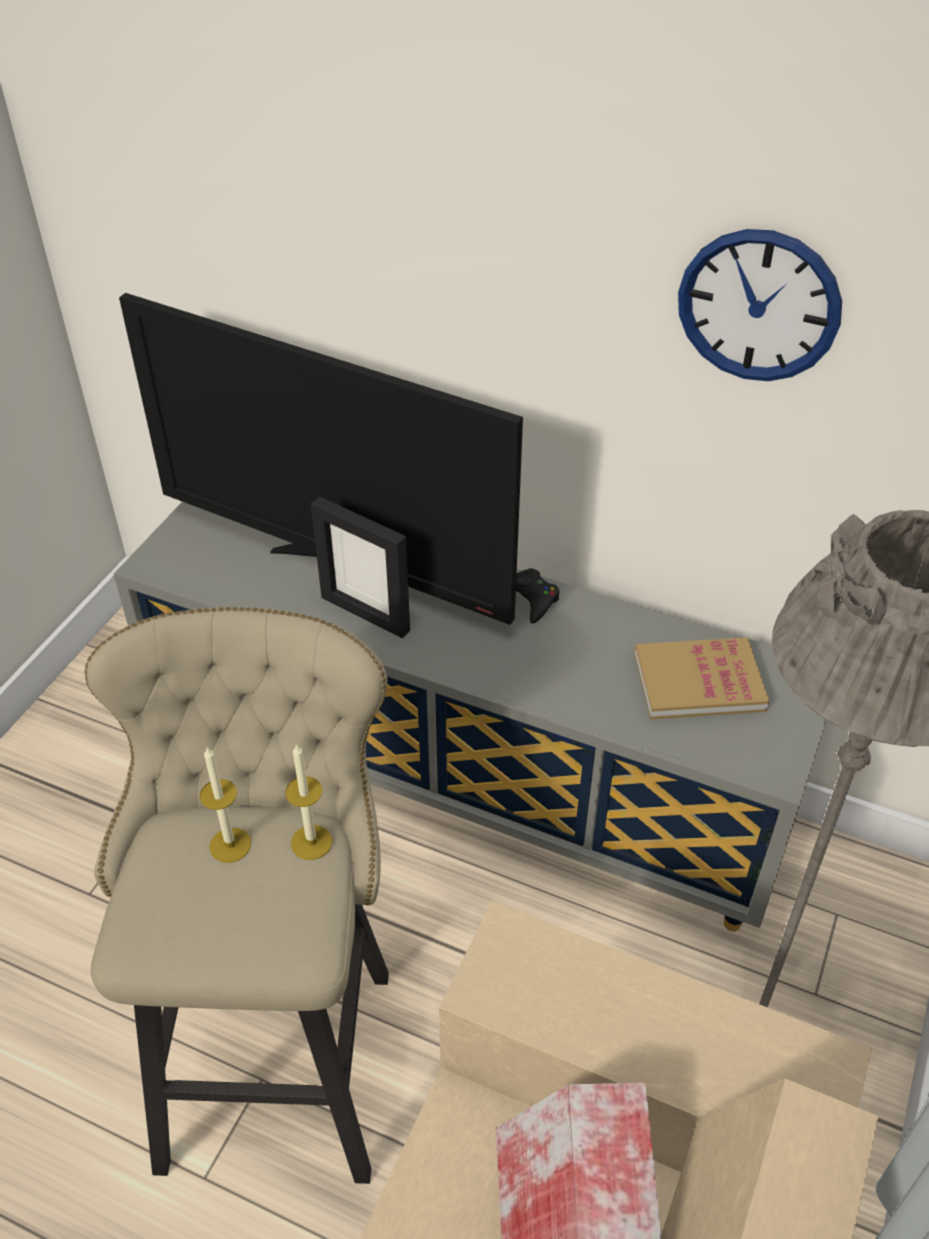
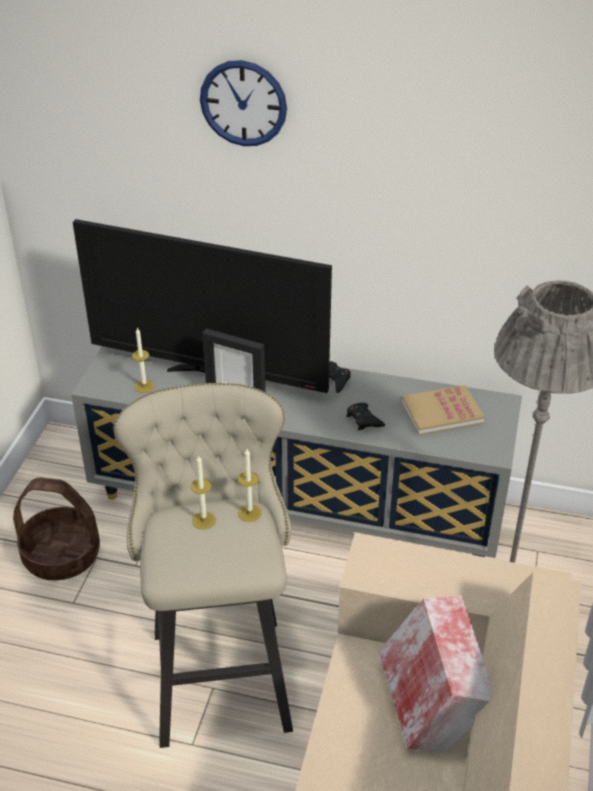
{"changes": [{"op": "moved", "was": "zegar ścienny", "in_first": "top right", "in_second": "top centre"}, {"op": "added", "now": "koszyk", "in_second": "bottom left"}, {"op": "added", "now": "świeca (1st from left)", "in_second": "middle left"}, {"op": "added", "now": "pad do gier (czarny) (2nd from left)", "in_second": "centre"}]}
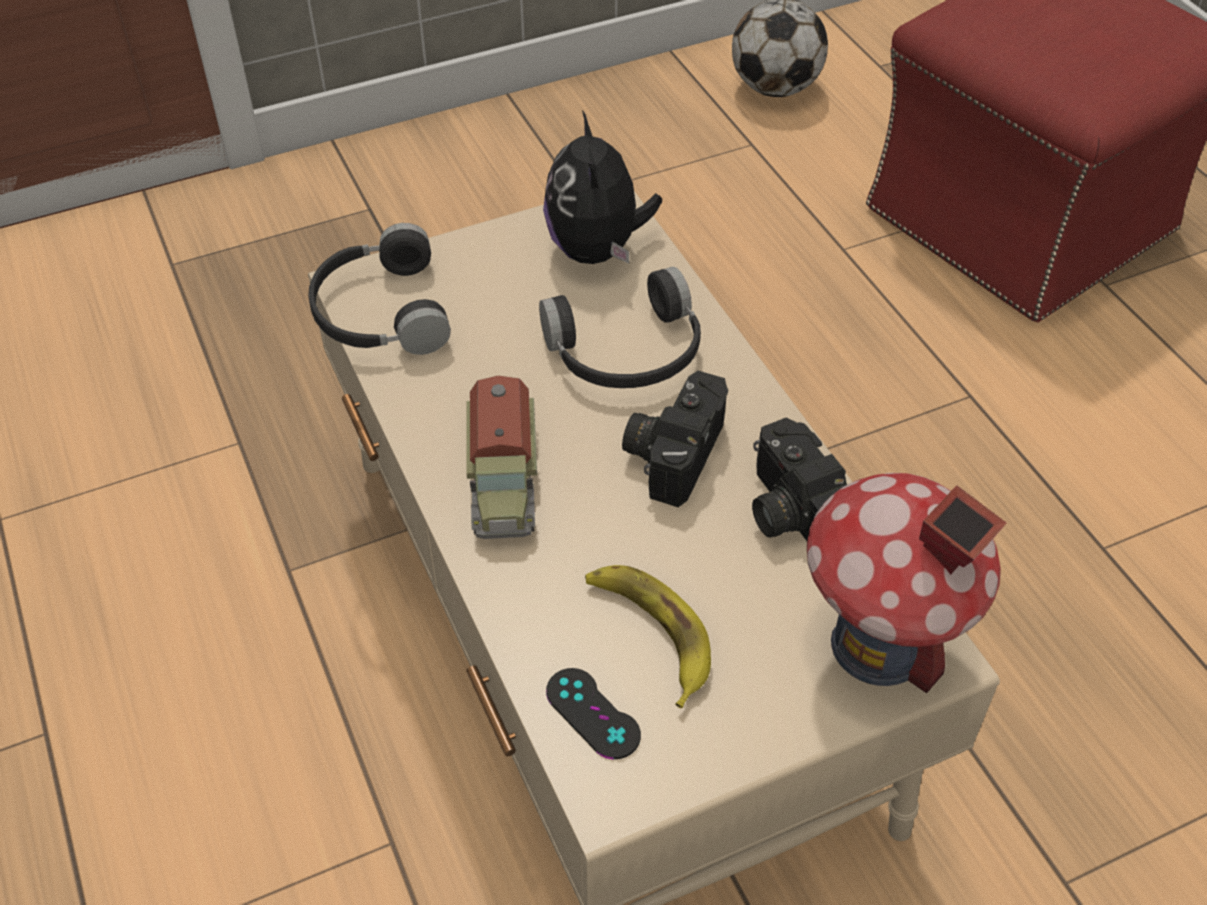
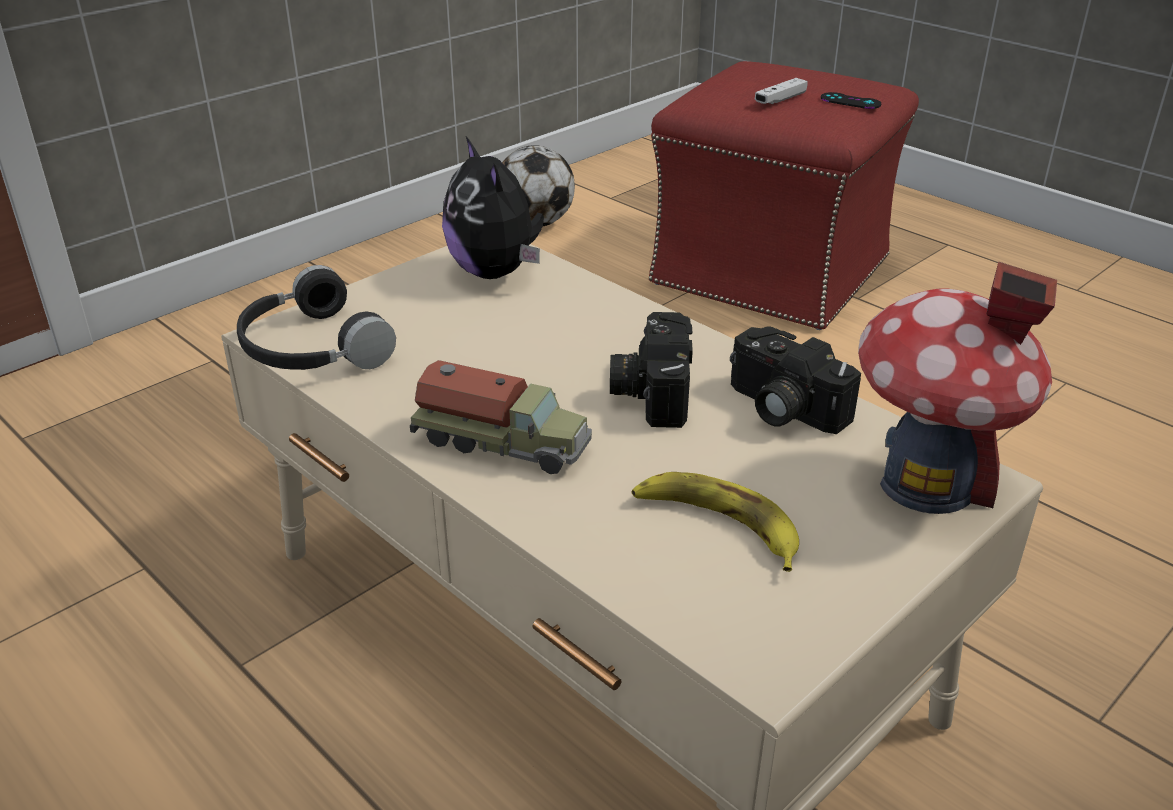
{"changes": [{"op": "turned", "was": "ciężarówka zabawkowa", "in_first": "centre", "in_second": "centre", "clockwise": -45}, {"op": "removed", "was": "słuchawki (czarny) (2nd from left)", "in_first": "centre"}, {"op": "moved", "was": "pad do gier (czarny)", "in_first": "bottom centre", "in_second": "top right"}, {"op": "added", "now": "pad do gier (biały)", "in_second": "top centre"}]}
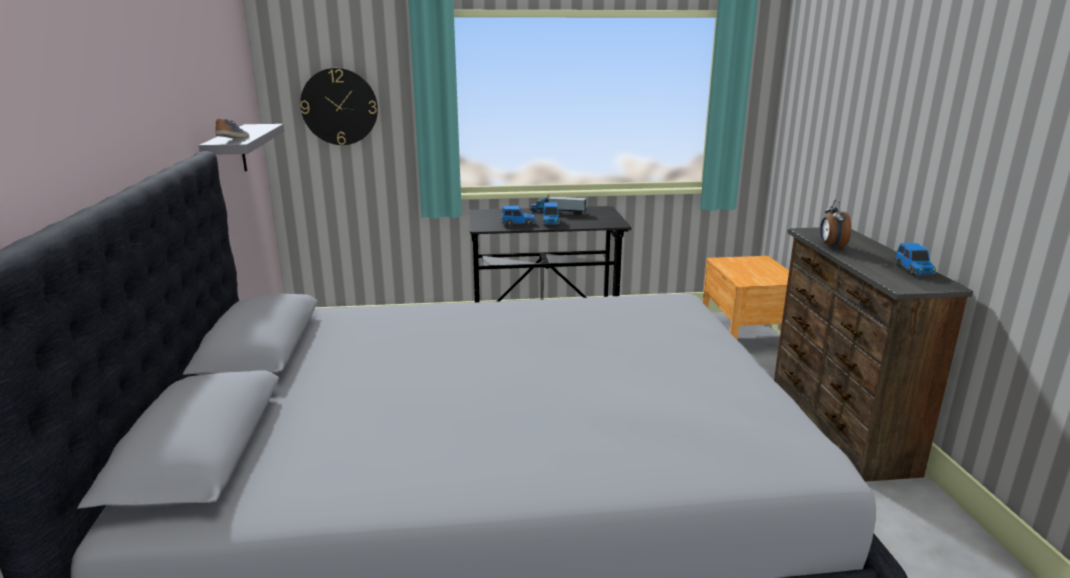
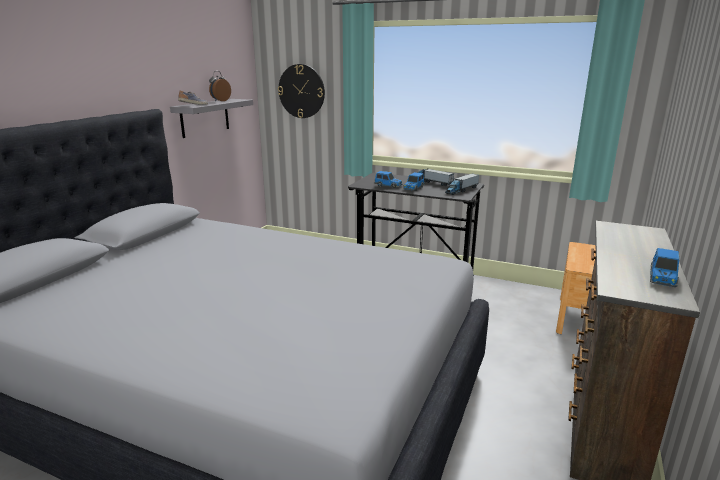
{"changes": [{"op": "moved", "was": "budzik", "in_first": "middle right", "in_second": "top left"}, {"op": "added", "now": "ciężarówka zabawkowa (2nd from left)", "in_second": "centre"}]}
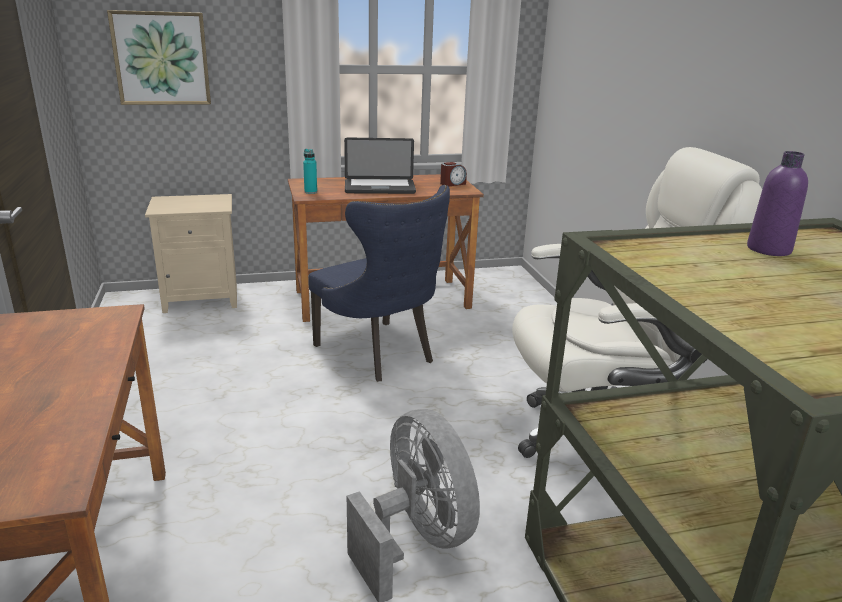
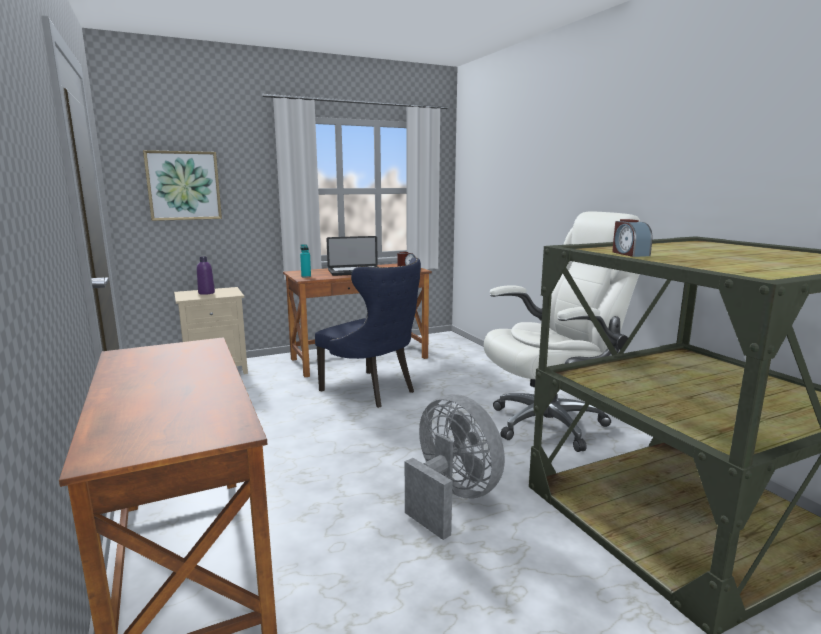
{"changes": [{"op": "moved", "was": "butelka (fioletowy)", "in_first": "middle right", "in_second": "middle left"}, {"op": "added", "now": "budzik (2nd from left)", "in_second": "middle right"}]}
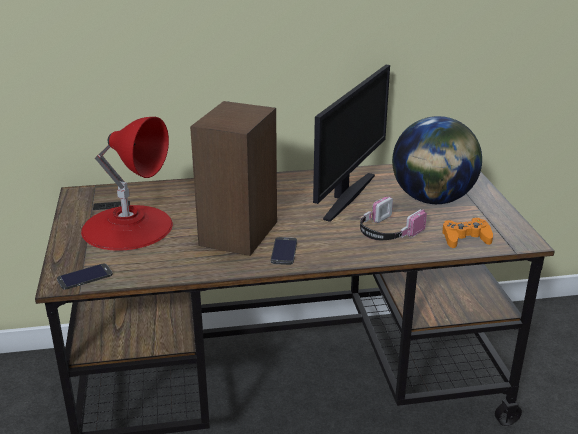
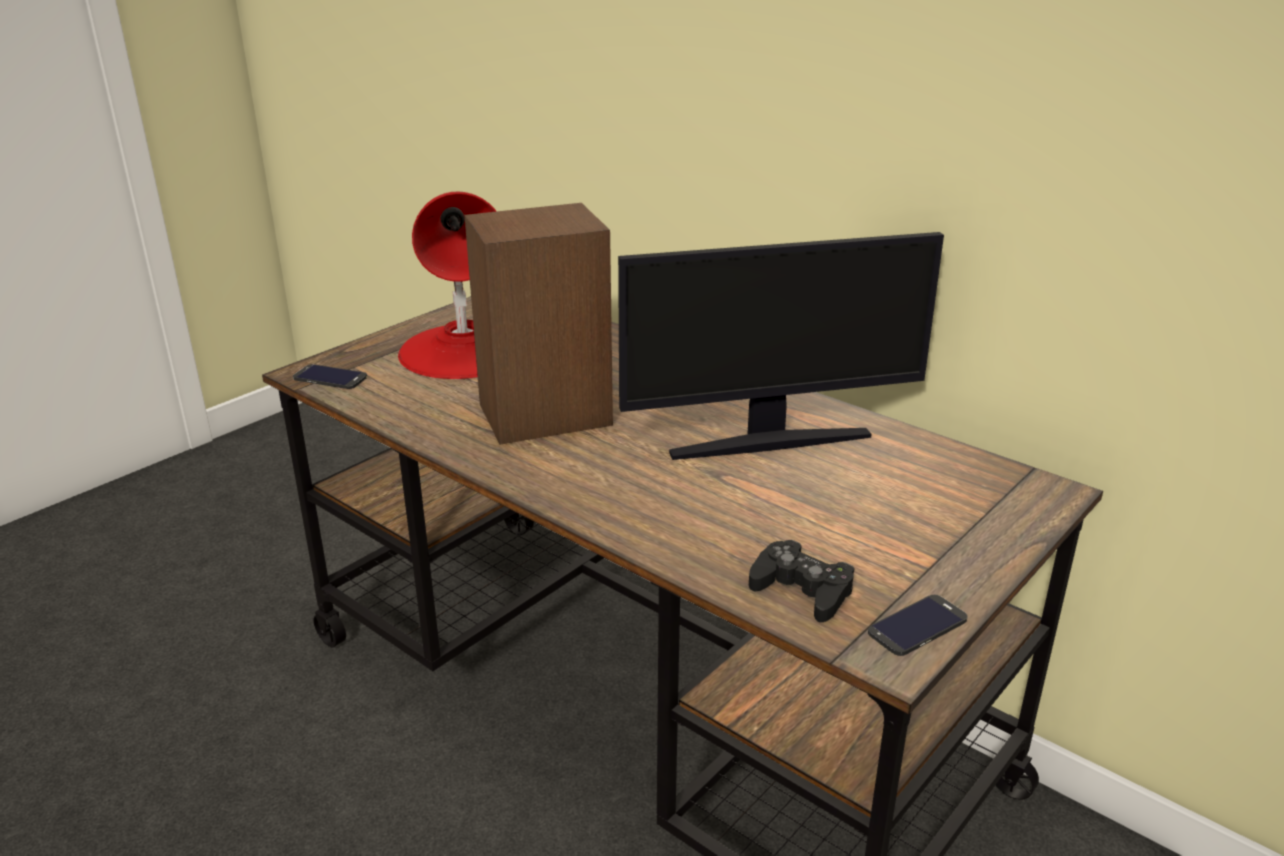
{"changes": [{"op": "moved", "was": "telefon (2nd from left)", "in_first": "centre", "in_second": "bottom right"}, {"op": "removed", "was": "słuchawki", "in_first": "middle right"}, {"op": "removed", "was": "globus", "in_first": "middle right"}, {"op": "recoloured", "was": "pad do gier (pomarańczowy)", "now": "pad do gier (czarny)", "in_first": "middle right", "in_second": "bottom centre"}]}
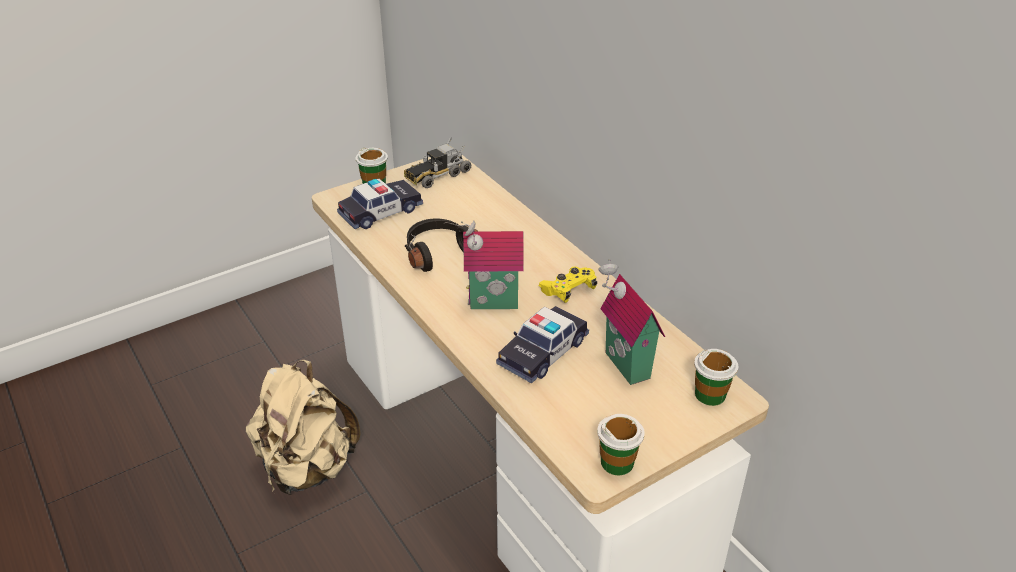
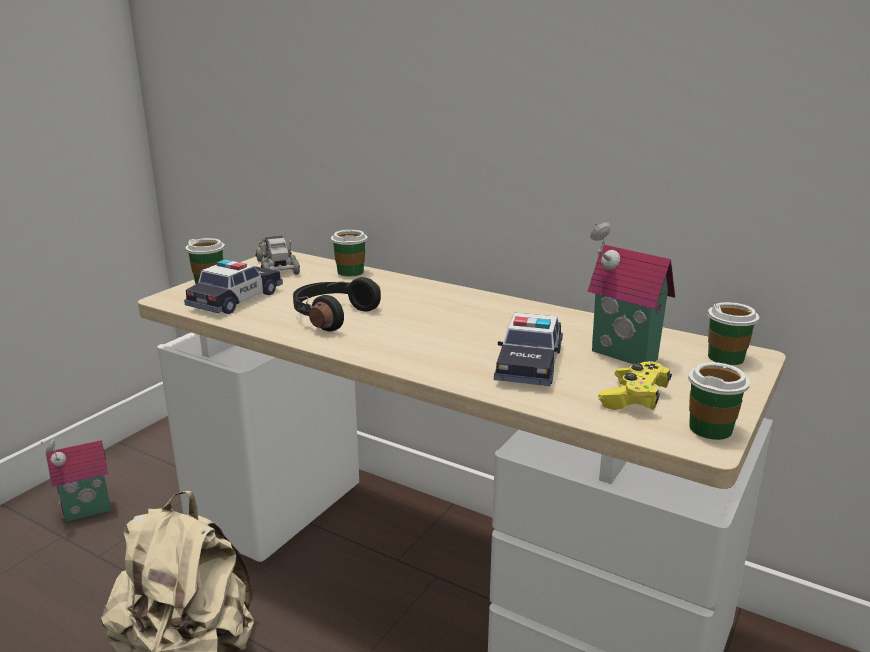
{"changes": [{"op": "turned", "was": "ciężarówka zabawkowa", "in_first": "top centre", "in_second": "middle left", "clockwise": 135}, {"op": "moved", "was": "domek (1st from left)", "in_first": "centre", "in_second": "bottom left"}, {"op": "moved", "was": "pad do gier (żółty)", "in_first": "centre", "in_second": "middle right"}, {"op": "added", "now": "filiżanka (2nd from left)", "in_second": "centre"}]}
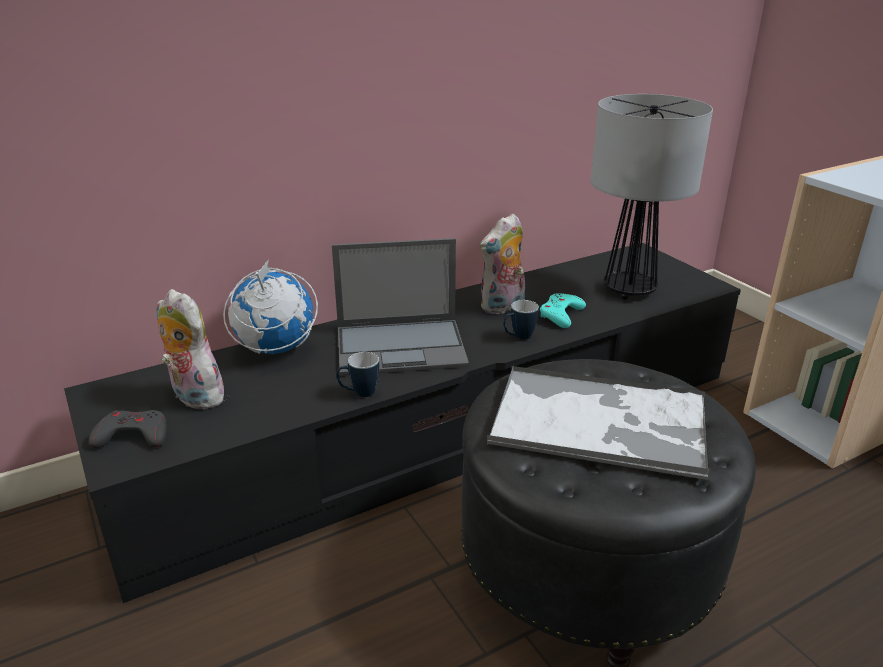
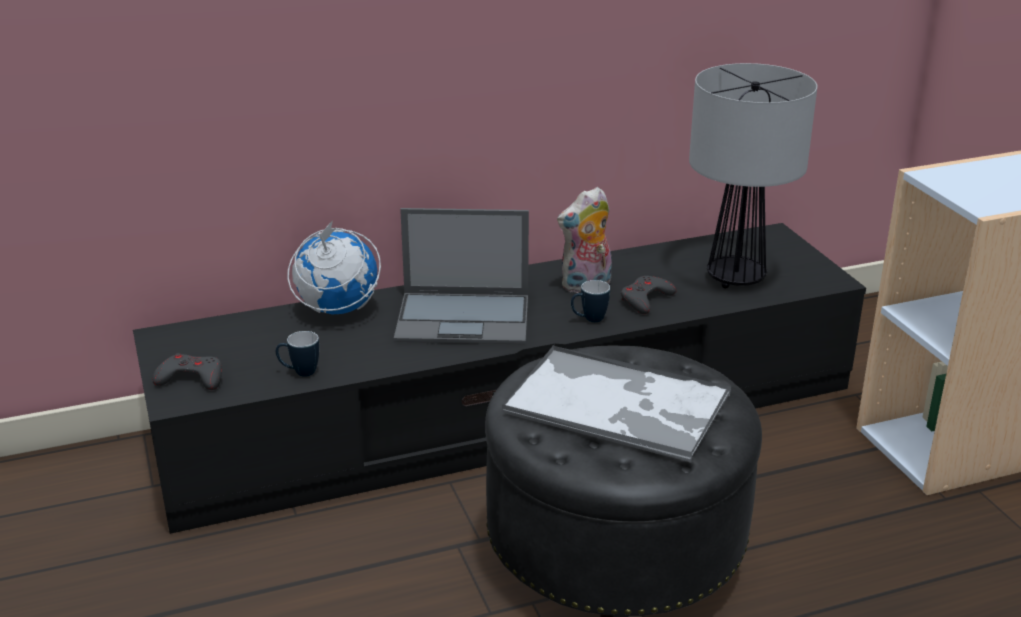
{"changes": [{"op": "removed", "was": "pluszak (1st from left)", "in_first": "middle left"}, {"op": "moved", "was": "kubek (1st from left)", "in_first": "centre", "in_second": "middle left"}, {"op": "recoloured", "was": "pad do gier (turkusowy)", "now": "pad do gier (szary) (2nd from left)", "in_first": "centre", "in_second": "centre"}]}
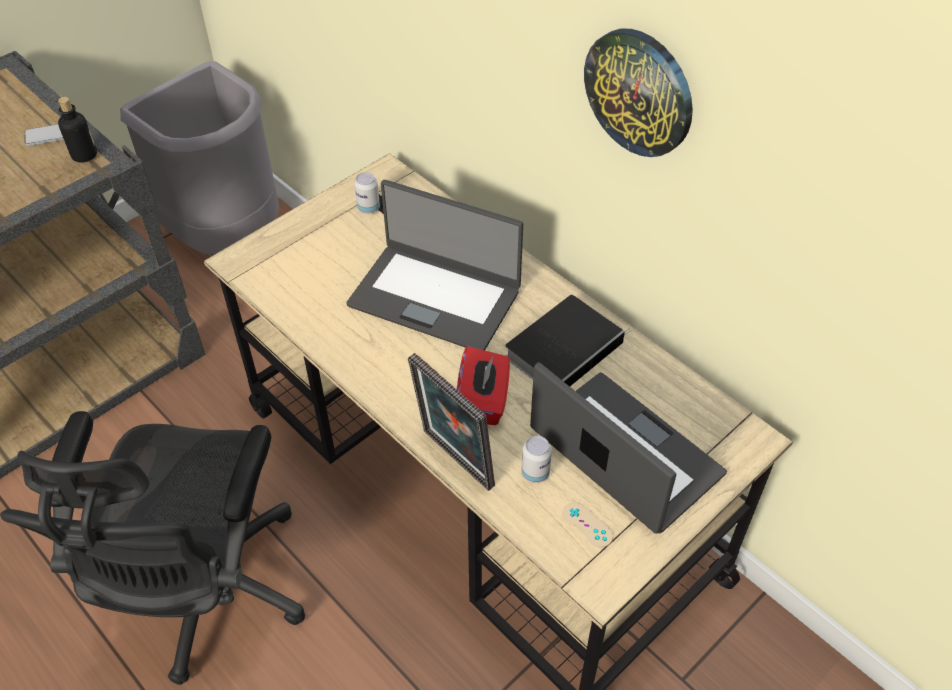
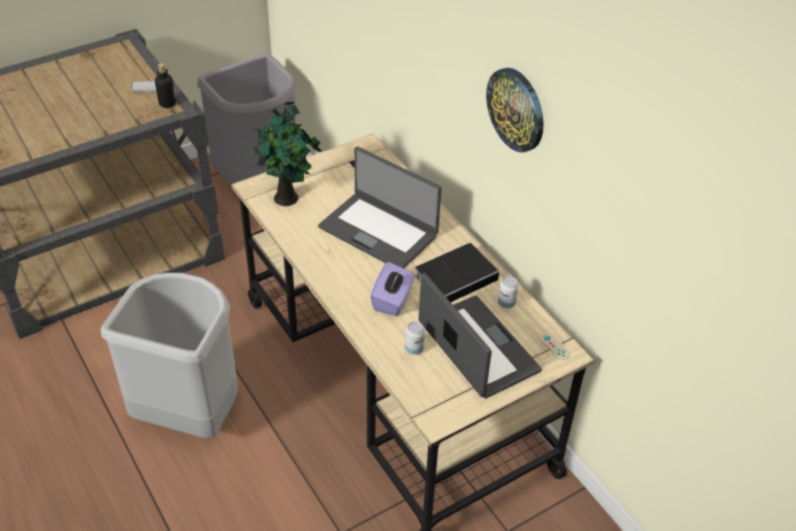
{"changes": [{"op": "replaced", "was": "krzesło biurowe", "now": "kosz na śmieci (szary) (1st from left)", "in_first": "bottom left", "in_second": "bottom left"}, {"op": "moved", "was": "puszka (1st from left in the first image)", "now": "puszka (2nd from left)", "in_first": "top centre", "in_second": "centre"}, {"op": "removed", "was": "ramka na zdjęcie", "in_first": "centre"}, {"op": "recoloured", "was": "pudełko chusteczek (czerwony)", "now": "pudełko chusteczek (fioletowy)", "in_first": "centre", "in_second": "centre"}, {"op": "moved", "was": "pad do gier (beżowy)", "in_first": "bottom centre", "in_second": "middle right"}, {"op": "added", "now": "roślina doniczkowa", "in_second": "top centre"}]}
